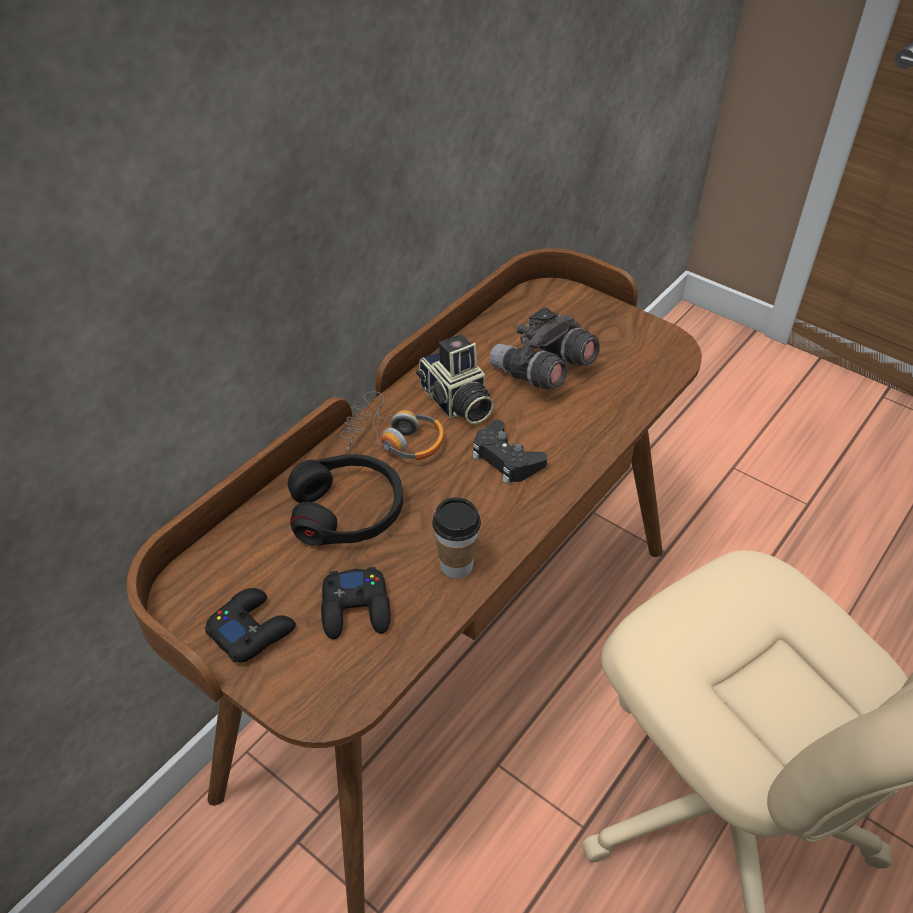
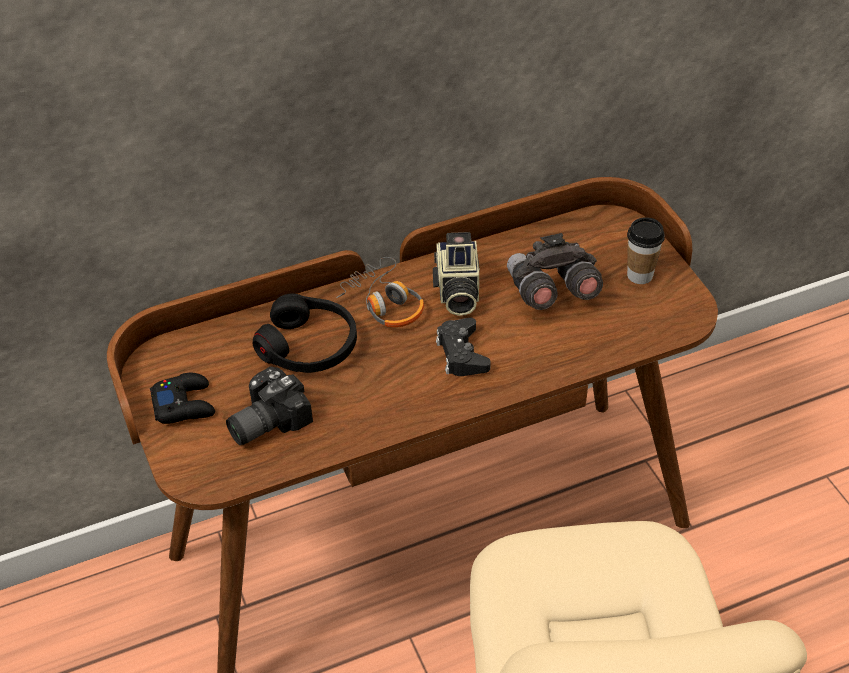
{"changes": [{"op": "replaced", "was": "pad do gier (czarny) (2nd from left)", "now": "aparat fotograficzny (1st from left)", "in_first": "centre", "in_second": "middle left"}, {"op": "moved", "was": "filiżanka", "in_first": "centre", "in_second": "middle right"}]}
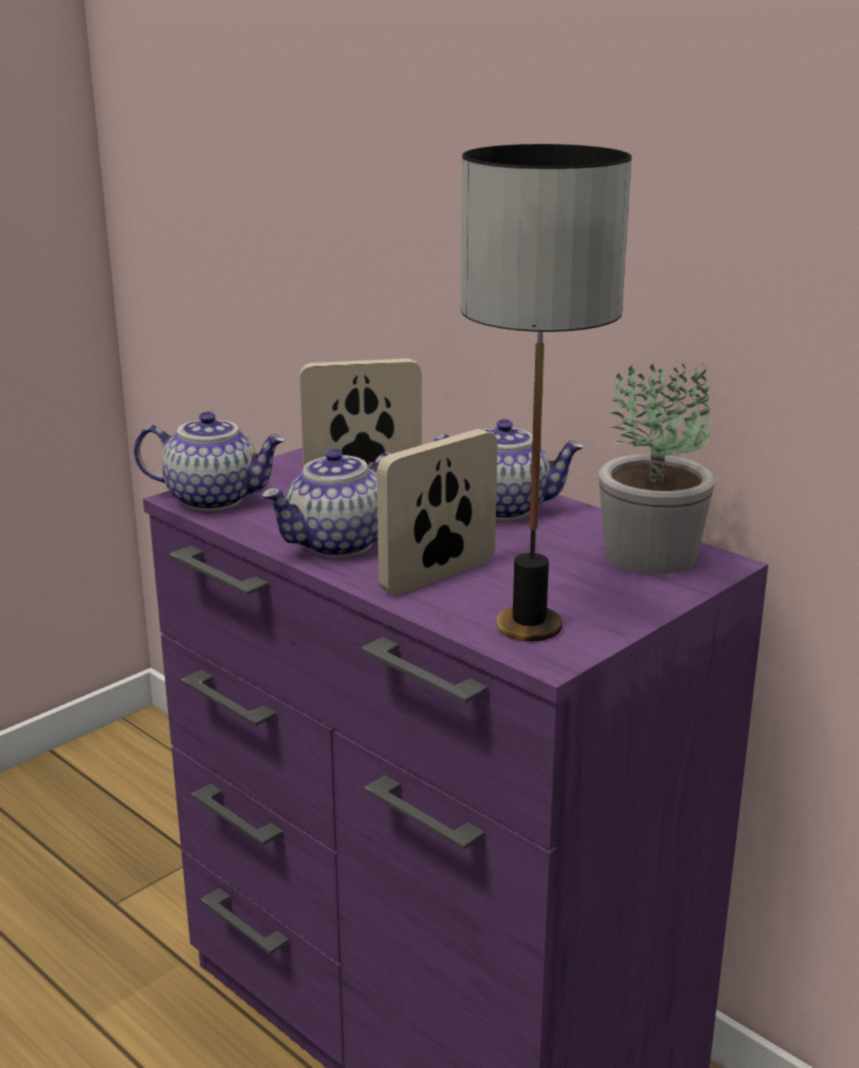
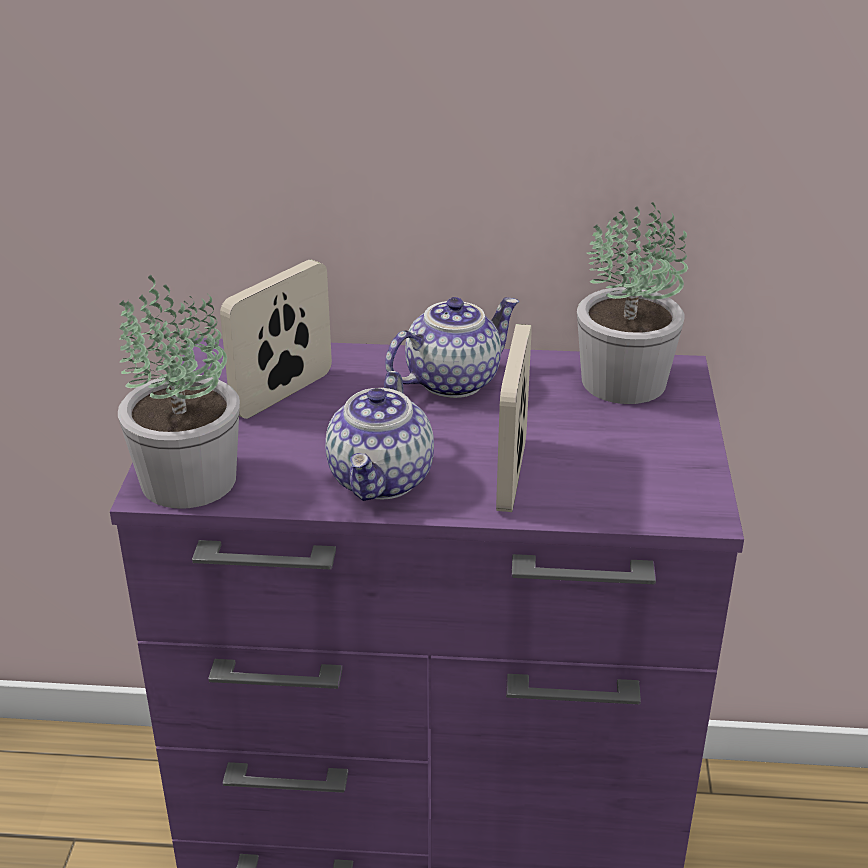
{"changes": [{"op": "replaced", "was": "imbryk (1st from left)", "now": "roślina doniczkowa (1st from left)", "in_first": "middle left", "in_second": "middle left"}, {"op": "removed", "was": "lampa stołowa", "in_first": "centre"}]}
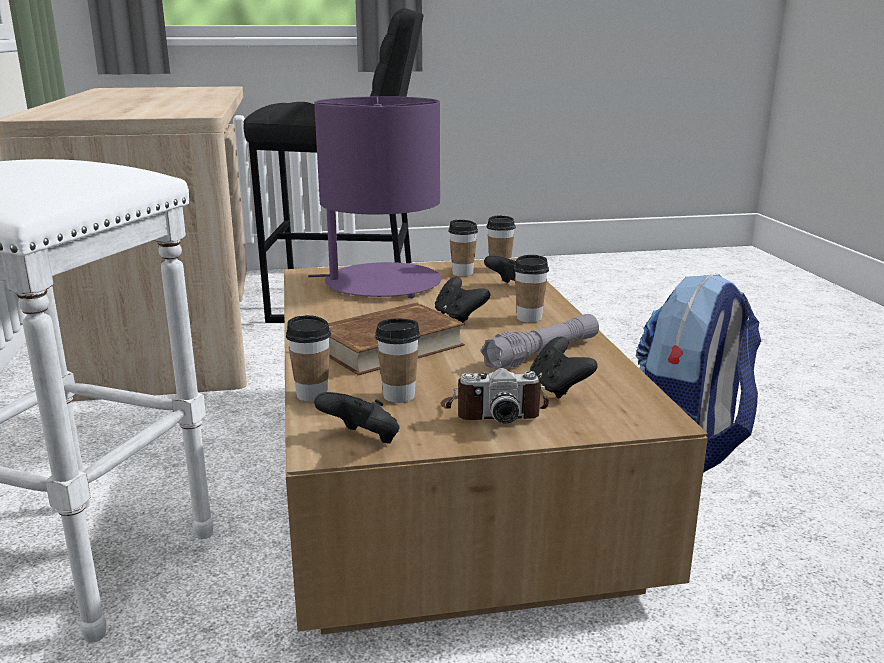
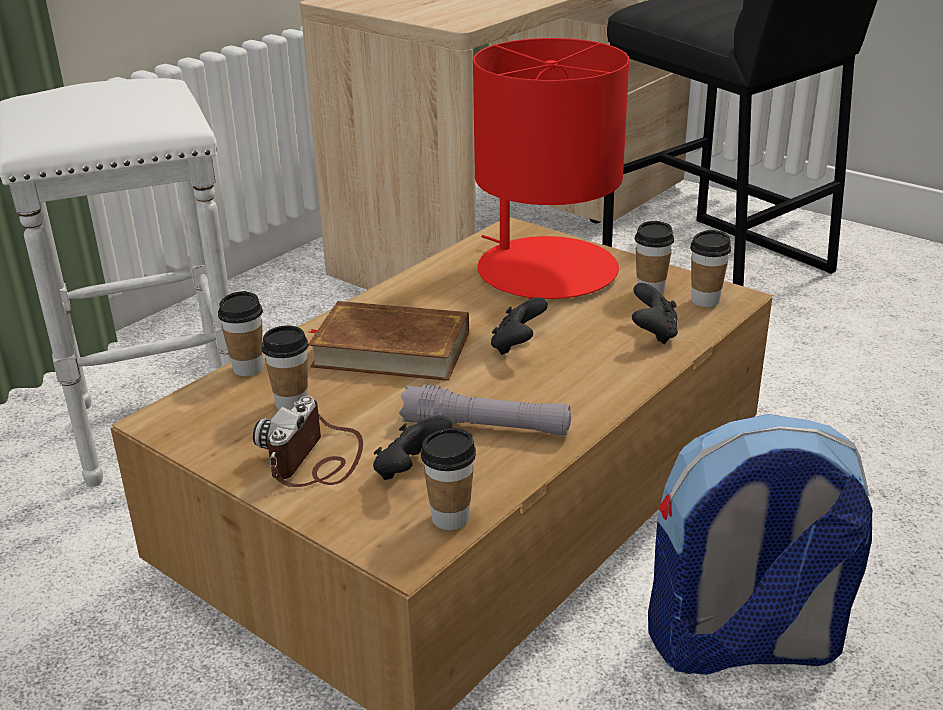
{"changes": [{"op": "recoloured", "was": "lampa stołowa (fioletowy)", "now": "lampa stołowa (czerwony)", "in_first": "top centre", "in_second": "top centre"}, {"op": "removed", "was": "pad do gier (czarny) (1st from left)", "in_first": "centre"}, {"op": "turned", "was": "aparat fotograficzny", "in_first": "centre", "in_second": "middle left", "clockwise": 60}, {"op": "moved", "was": "filiżanka (5th from left in the first image)", "now": "filiżanka (3rd from left)", "in_first": "centre", "in_second": "bottom centre"}]}
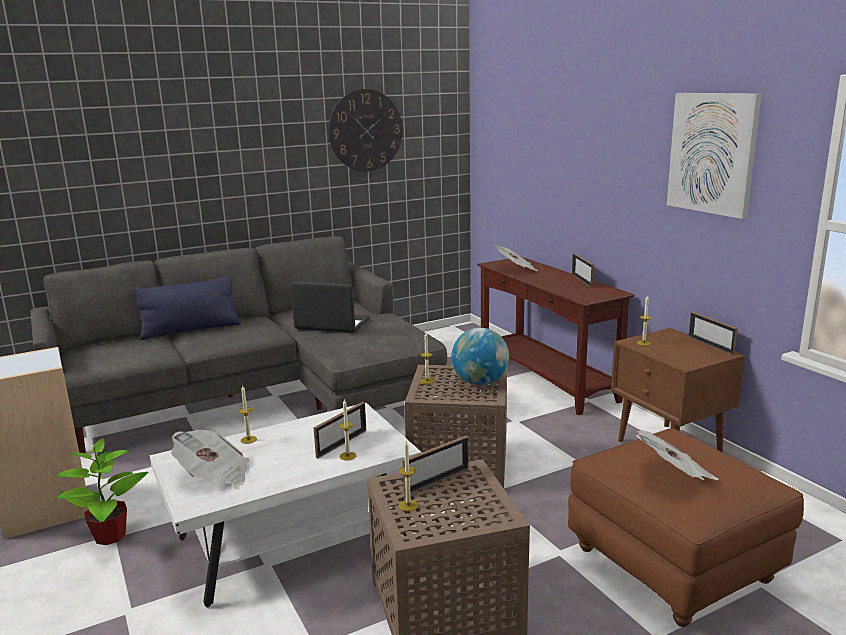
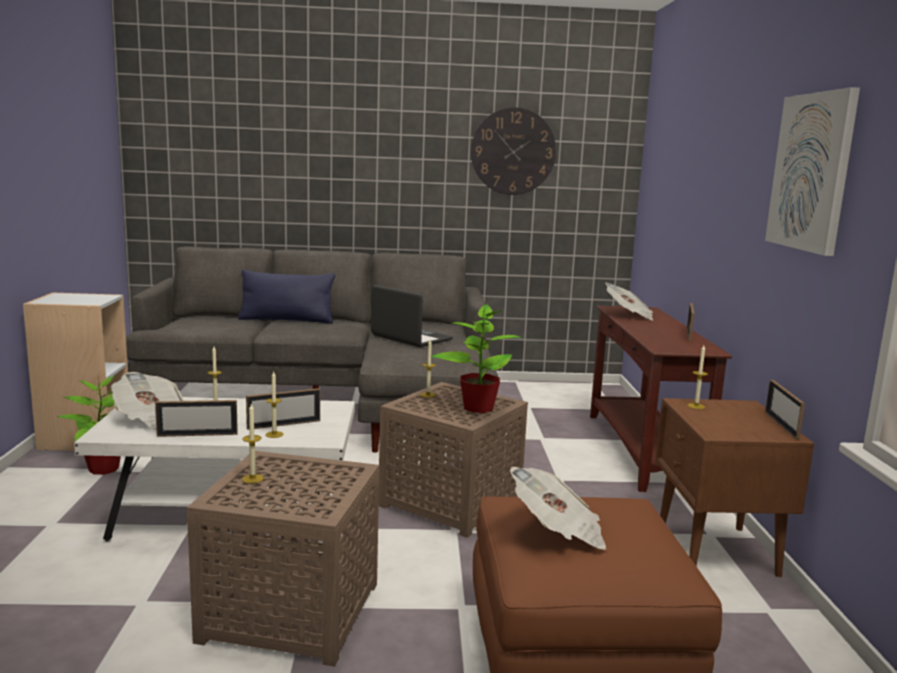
{"changes": [{"op": "moved", "was": "ramka na zdjęcie (2nd from left in the first image)", "now": "ramka na zdjęcie (1st from left)", "in_first": "bottom centre", "in_second": "middle left"}, {"op": "replaced", "was": "globus", "now": "roślina doniczkowa (2nd from left)", "in_first": "centre", "in_second": "centre"}]}
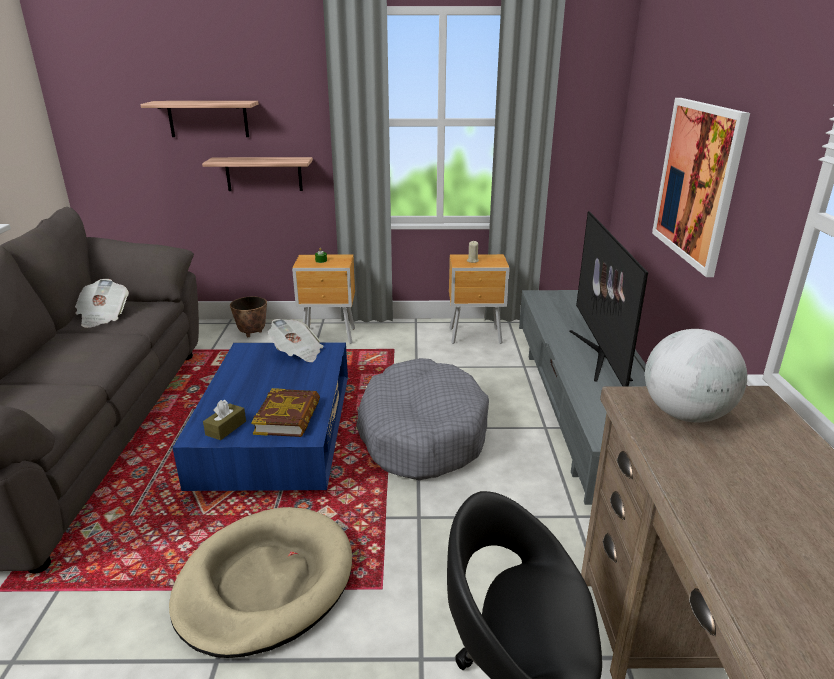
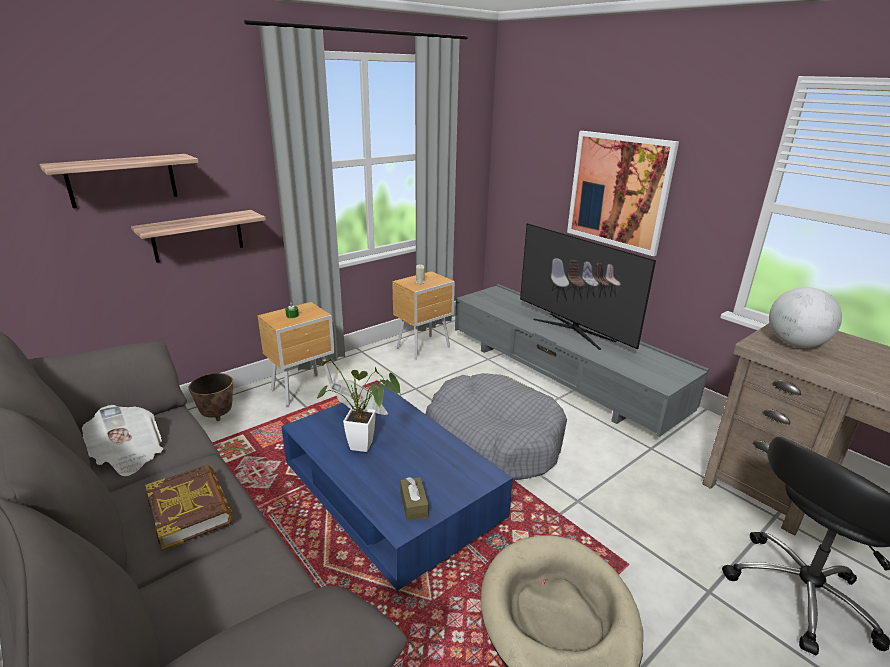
{"changes": [{"op": "moved", "was": "książka", "in_first": "centre", "in_second": "bottom left"}, {"op": "added", "now": "roślina doniczkowa", "in_second": "centre"}]}
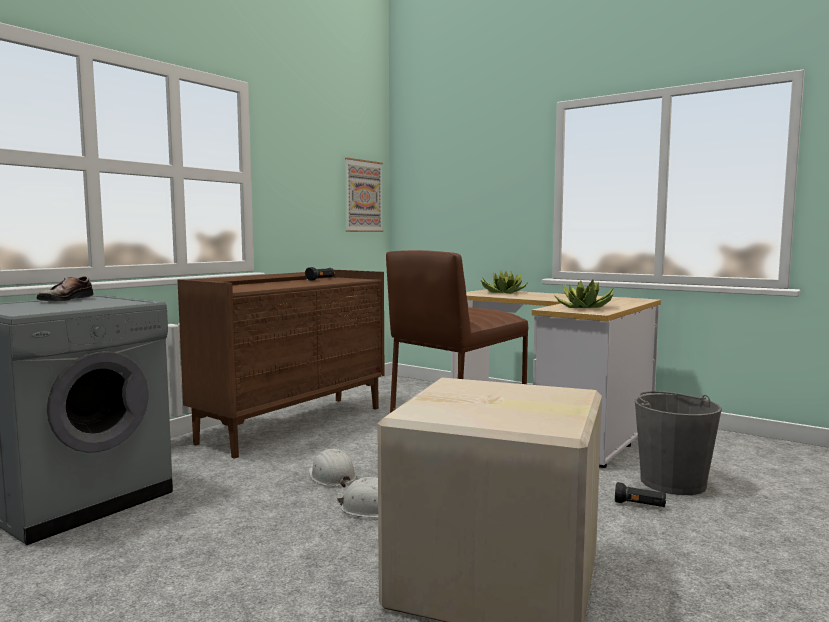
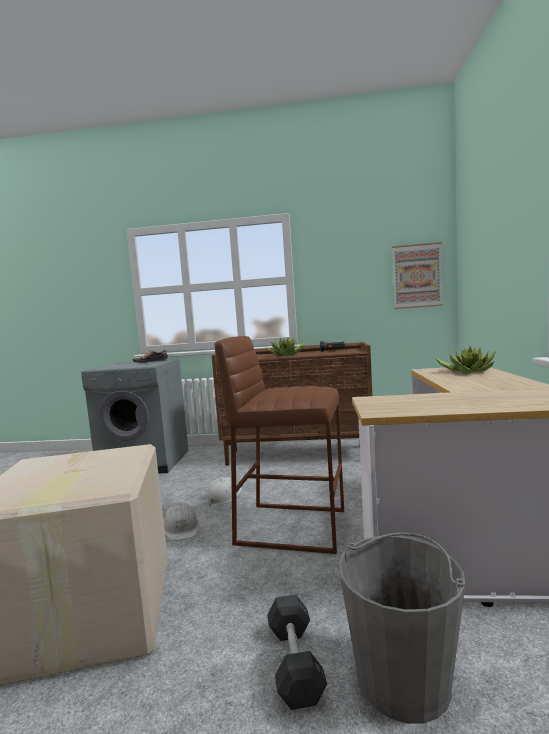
{"changes": [{"op": "moved", "was": "roślina doniczkowa (2nd from left in the first image)", "now": "roślina doniczkowa (1st from left)", "in_first": "middle right", "in_second": "centre"}, {"op": "replaced", "was": "latarka (czarny) (2nd from left)", "now": "hantel (szary)", "in_first": "bottom right", "in_second": "bottom centre"}]}
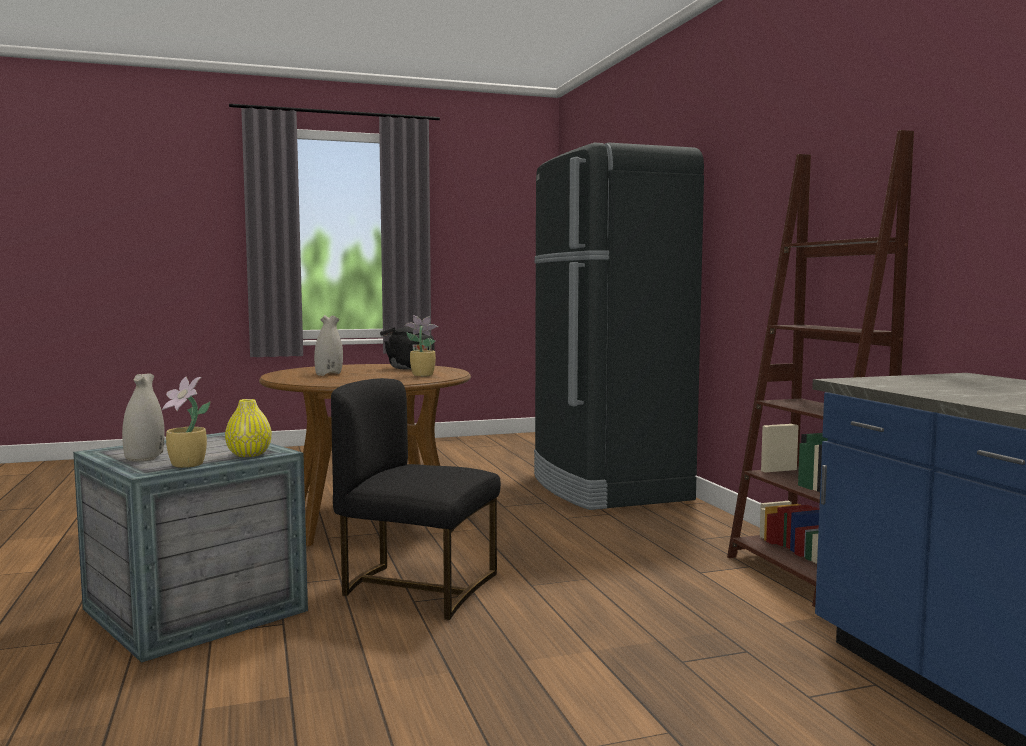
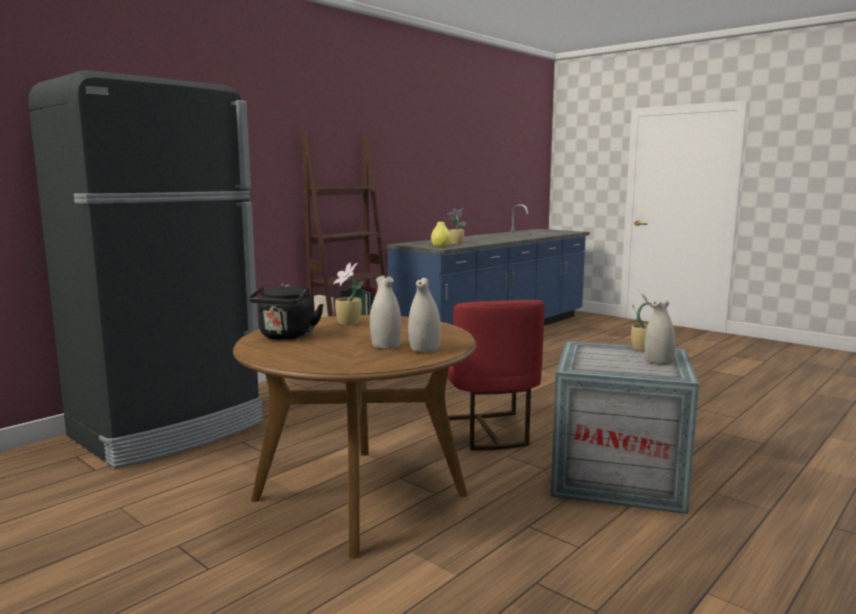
{"changes": [{"op": "moved", "was": "wazon (żółty)", "in_first": "middle left", "in_second": "centre"}, {"op": "recoloured", "was": "krzesło (czarny)", "now": "krzesło (czerwony)", "in_first": "bottom centre", "in_second": "centre"}, {"op": "added", "now": "wazon (biały) (2nd from left)", "in_second": "centre"}, {"op": "added", "now": "roślina doniczkowa (2nd from left)", "in_second": "centre"}]}
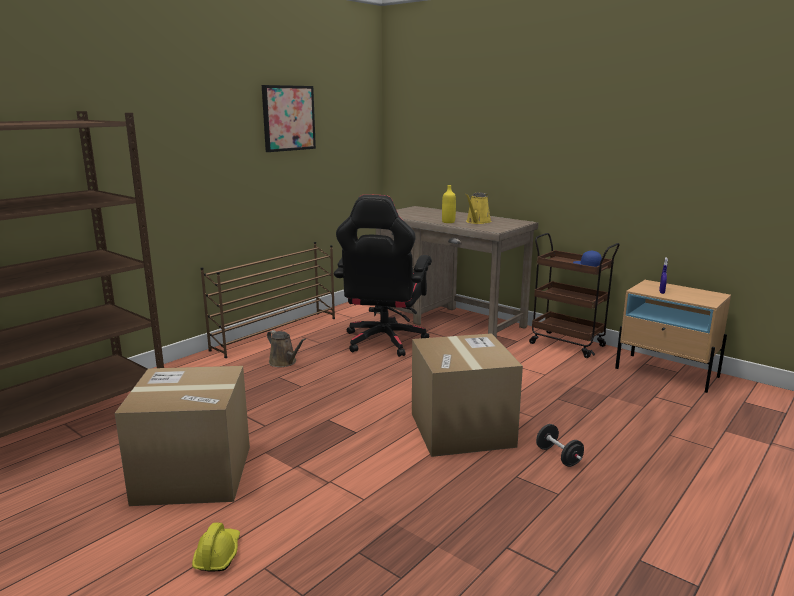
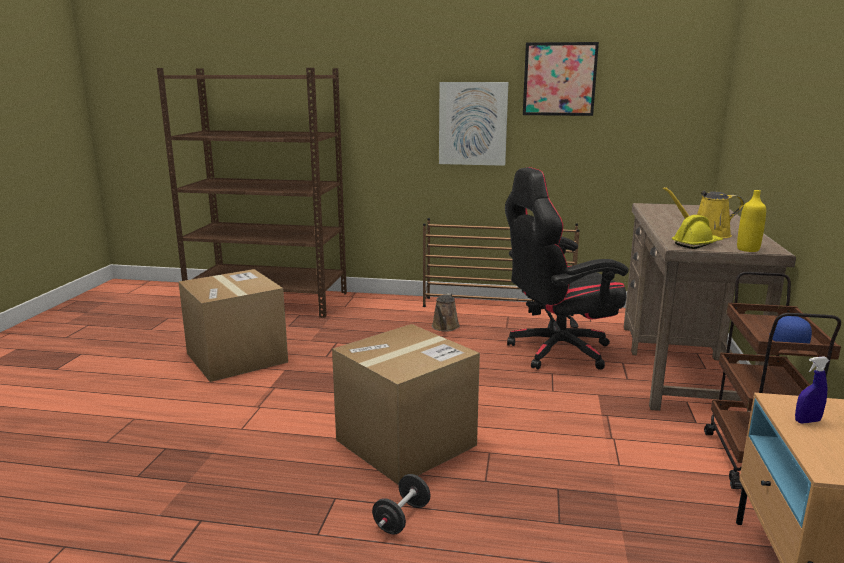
{"changes": [{"op": "moved", "was": "kask (żółty)", "in_first": "bottom left", "in_second": "middle right"}, {"op": "moved", "was": "butelka (żółty)", "in_first": "centre", "in_second": "middle right"}, {"op": "added", "now": "obraz (1st from left)", "in_second": "top centre"}]}
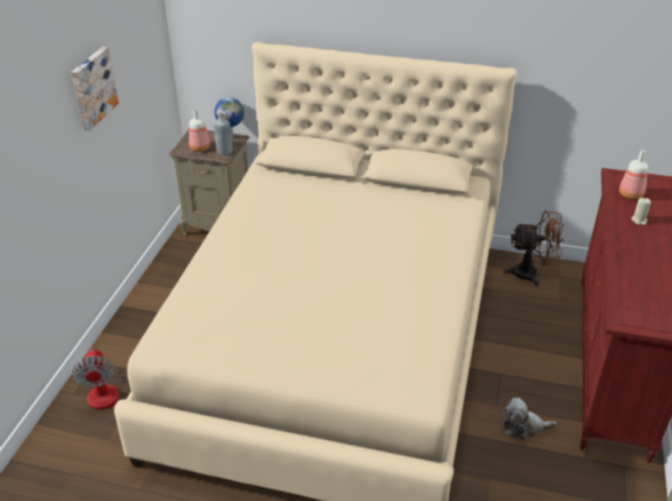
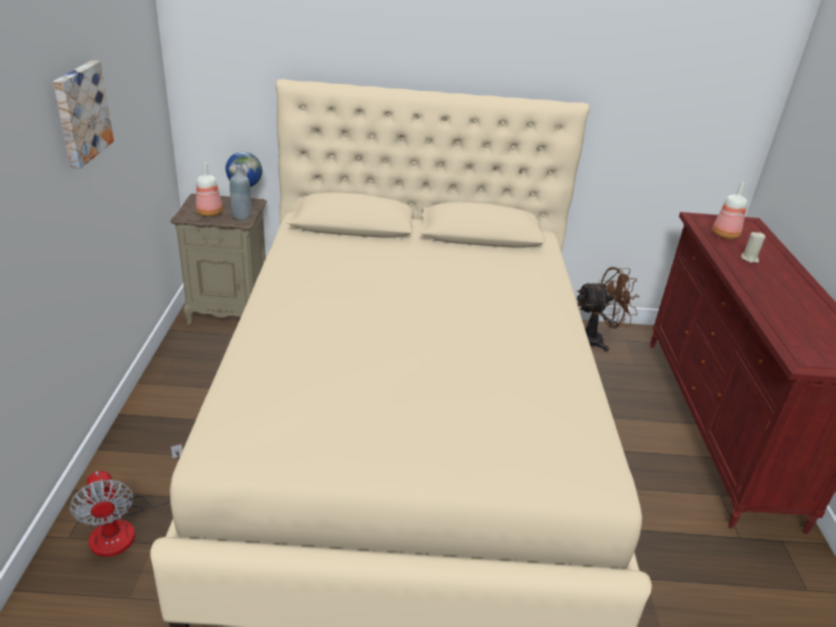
{"changes": [{"op": "removed", "was": "pluszak", "in_first": "bottom right"}]}
